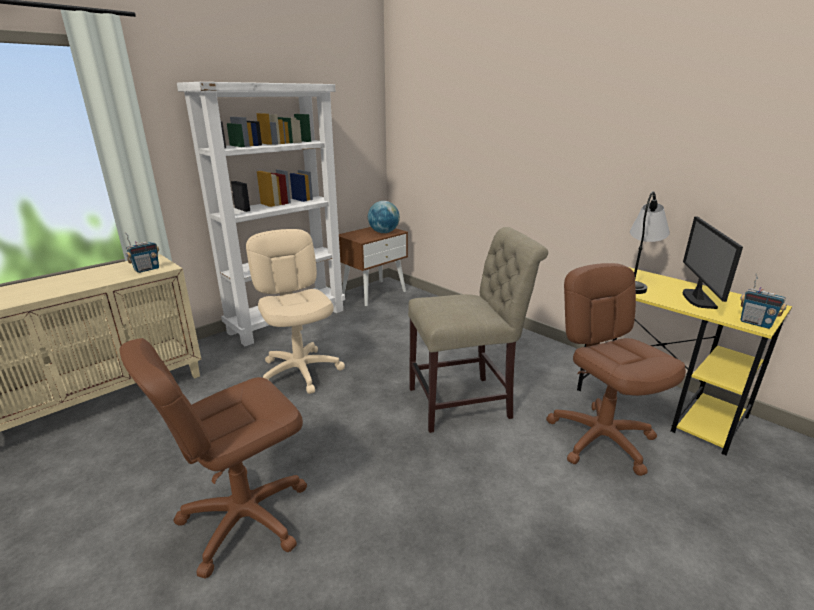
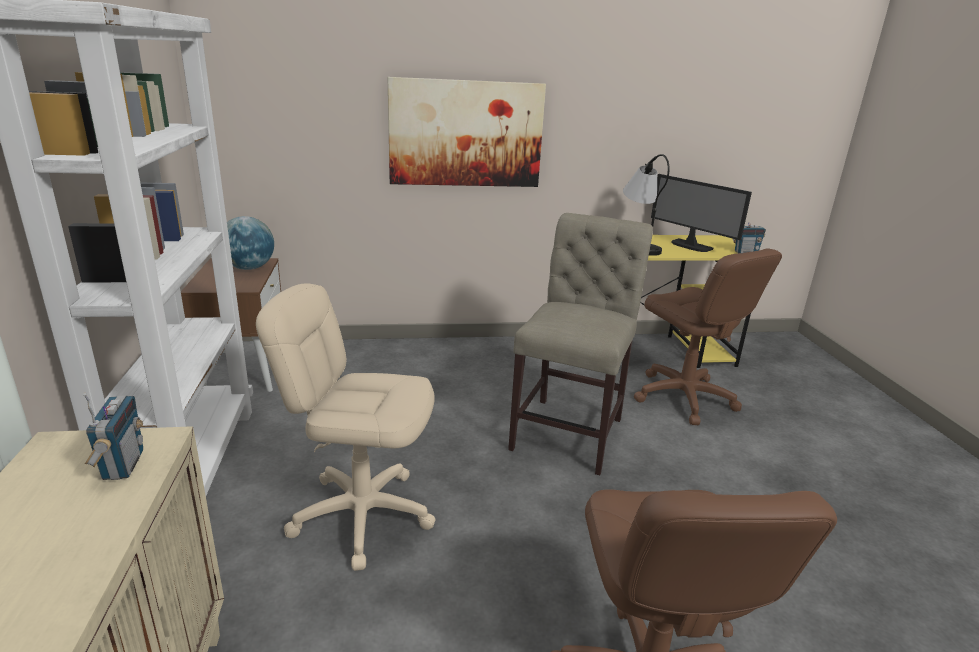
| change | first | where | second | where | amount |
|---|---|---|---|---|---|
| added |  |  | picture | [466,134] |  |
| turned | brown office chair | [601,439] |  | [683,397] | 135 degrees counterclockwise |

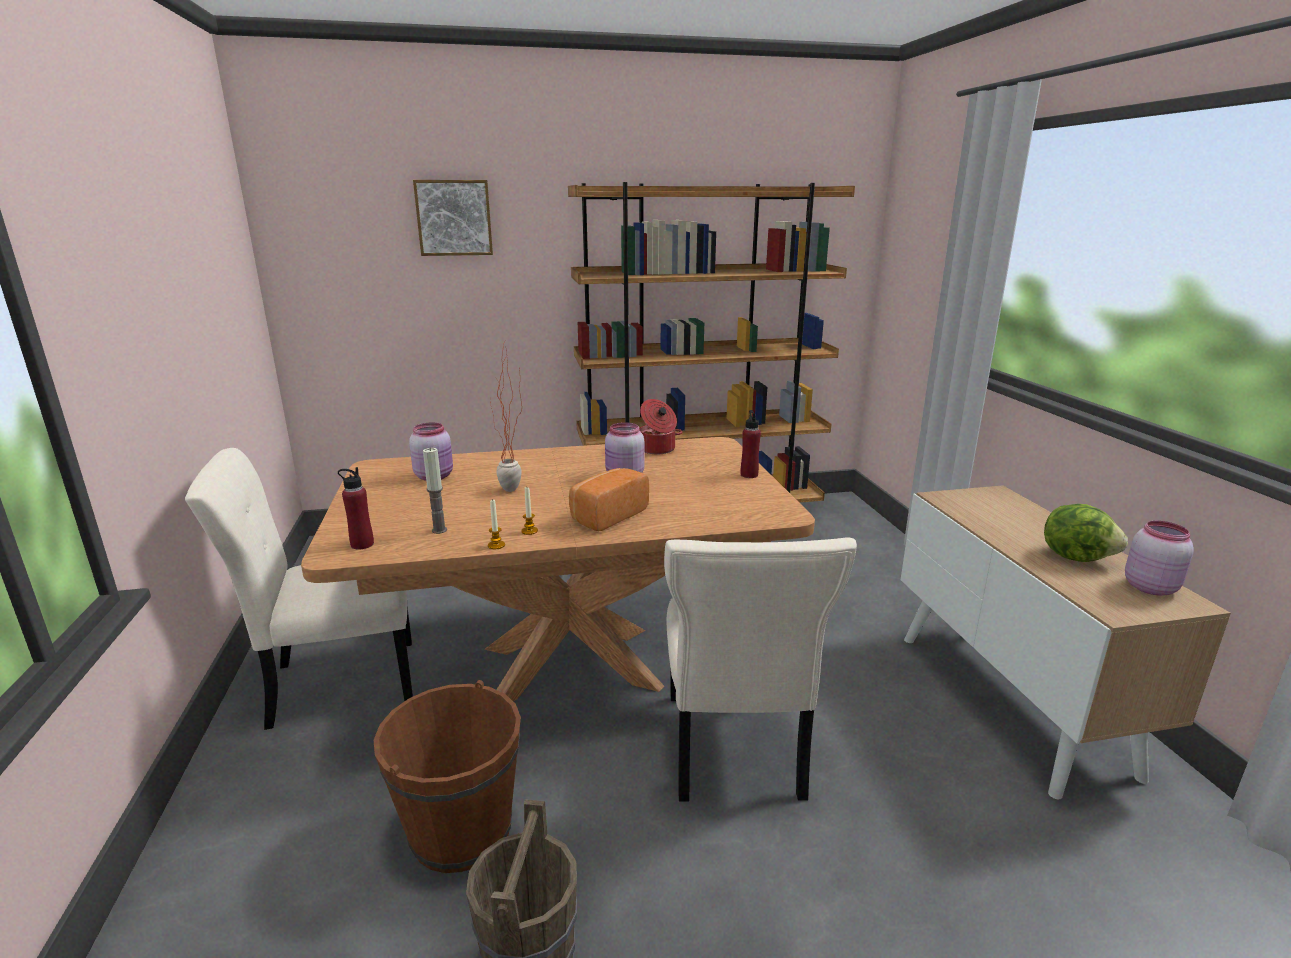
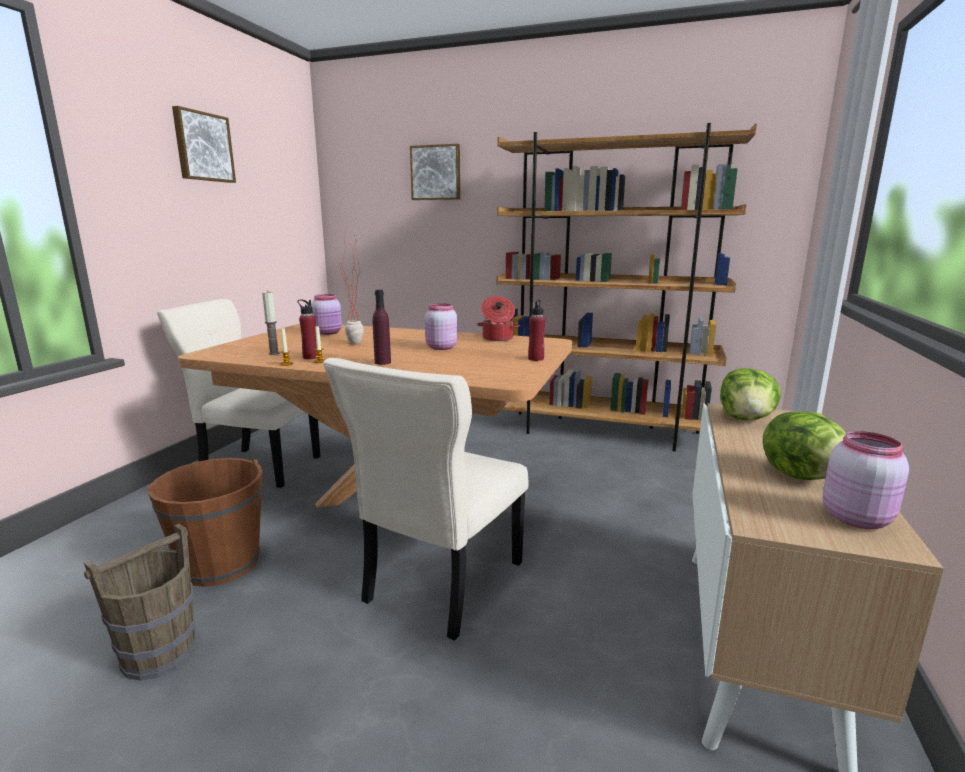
| change | first | where | second | where | amount |
|---|---|---|---|---|---|
| added |  |  | picture | [203,147] |  |
| added |  |  | lettuce | [746,419] |  |
| moved | red bottle | [362,544] |  | [311,357] |  |
| replaced | bread | [606,515] | purple bottle | [382,362] |  |

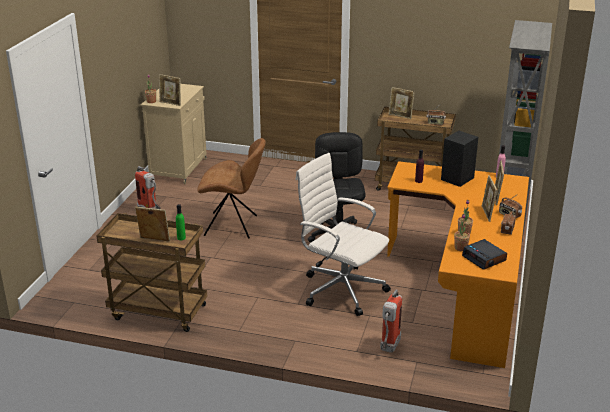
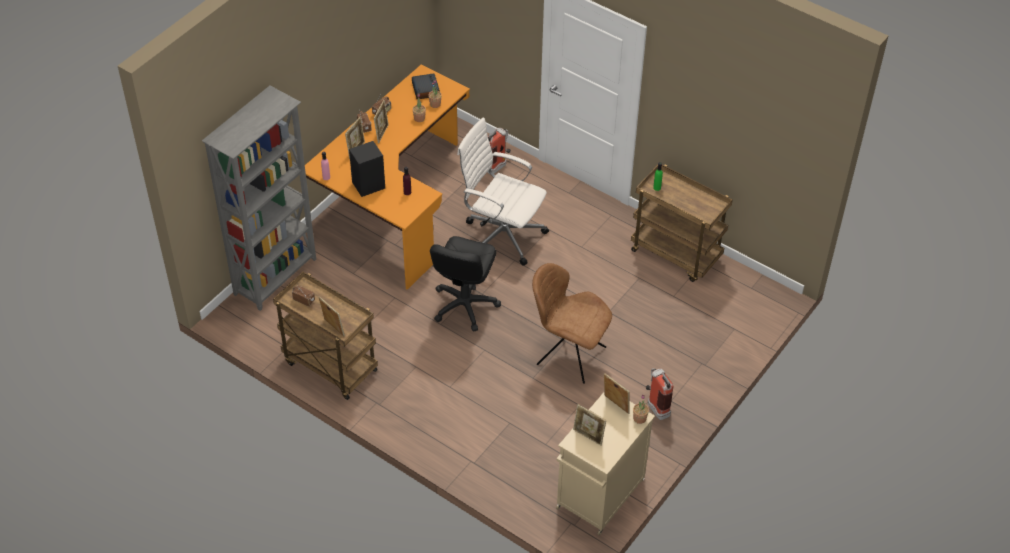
| change | first | where | second | where | amount |
|---|---|---|---|---|---|
| moved | picture frame | [154,240] |  | [588,436] |  |
| turned | white office chair | [341,289] |  | [502,235] | 150 degrees clockwise |

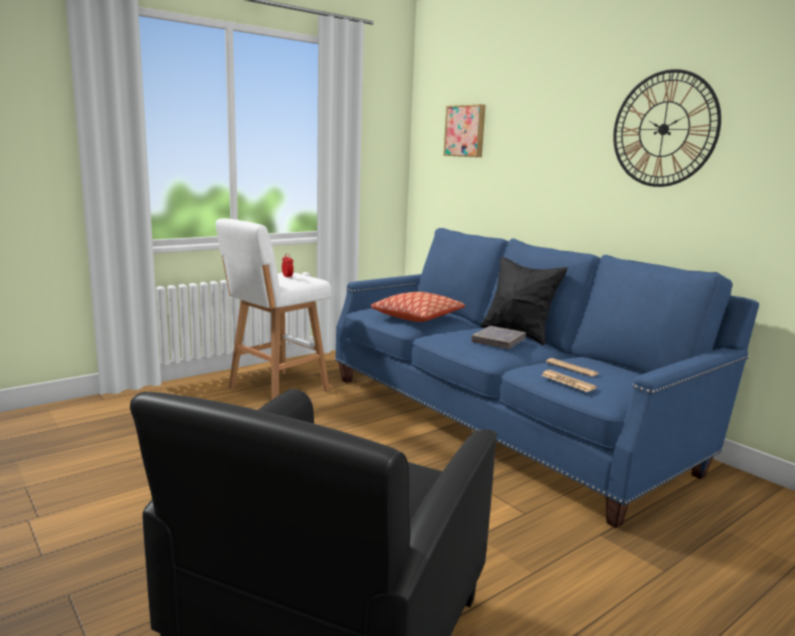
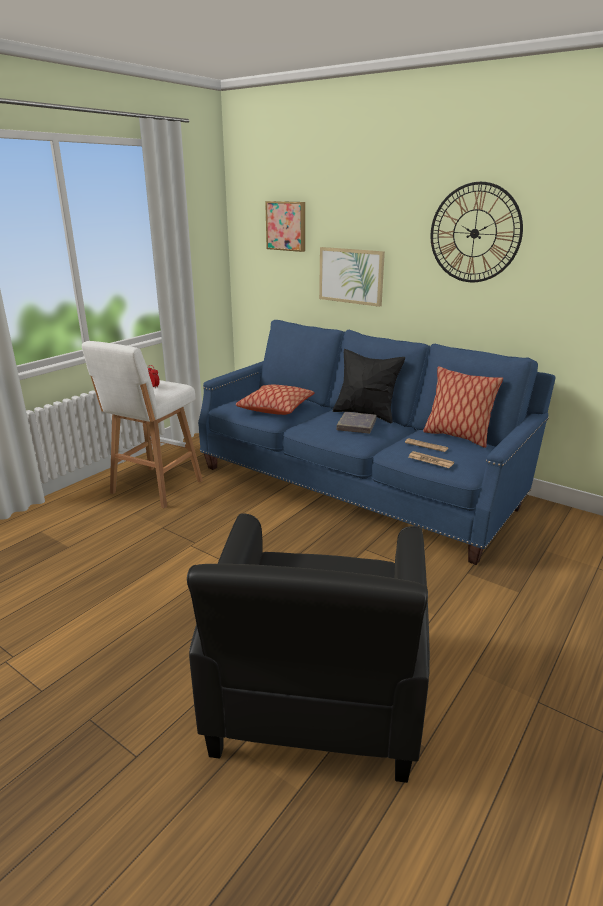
| change | first | where | second | where | amount |
|---|---|---|---|---|---|
| added |  |  | picture | [351,276] |  |
| added |  |  | pillow | [457,436] |  |

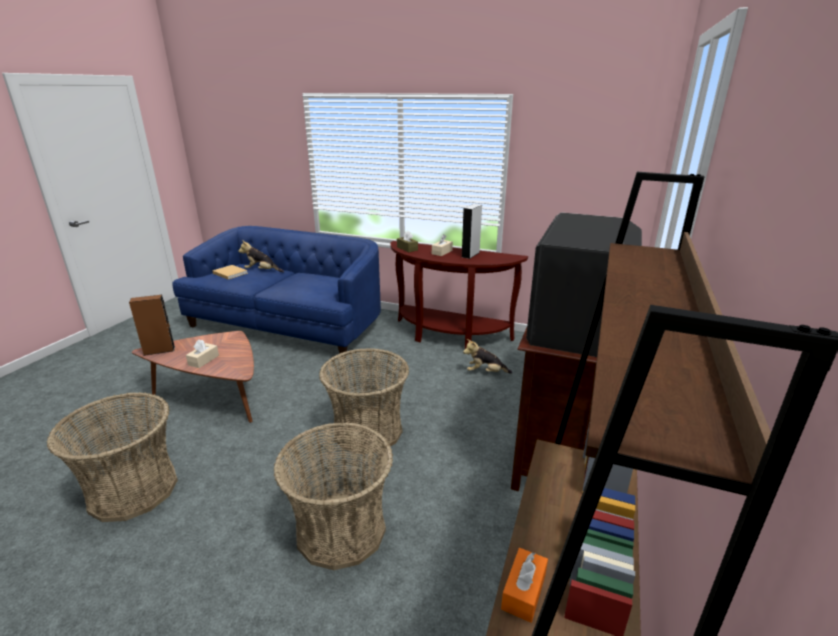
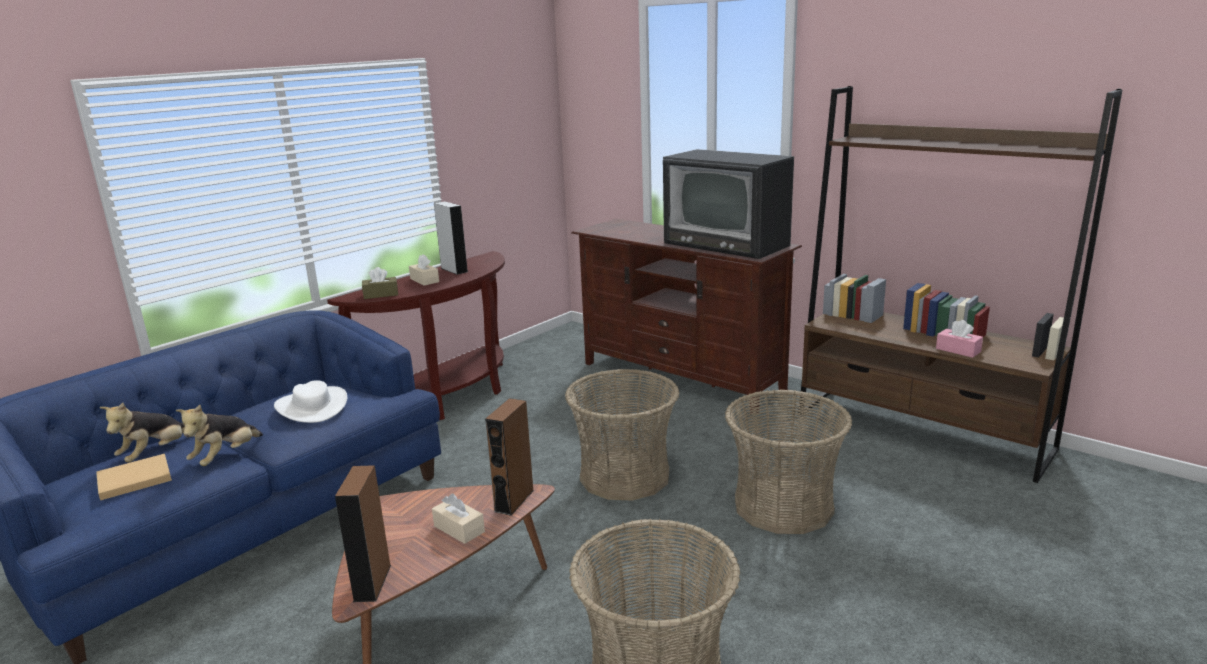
| change | first | where | second | where | amount |
|---|---|---|---|---|---|
| added |  |  | white hat | [312,406] |  |
| added |  |  | brown speaker | [514,500] |  |
| moved | plush toy | [485,372] |  | [226,457] |  |
| recoloured | orange tissue box | [523,591] | pink tissue box | [958,350] |  |

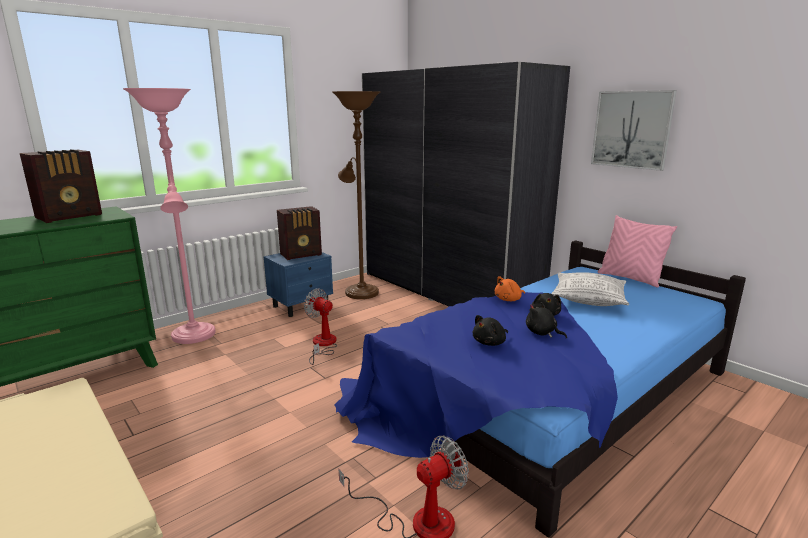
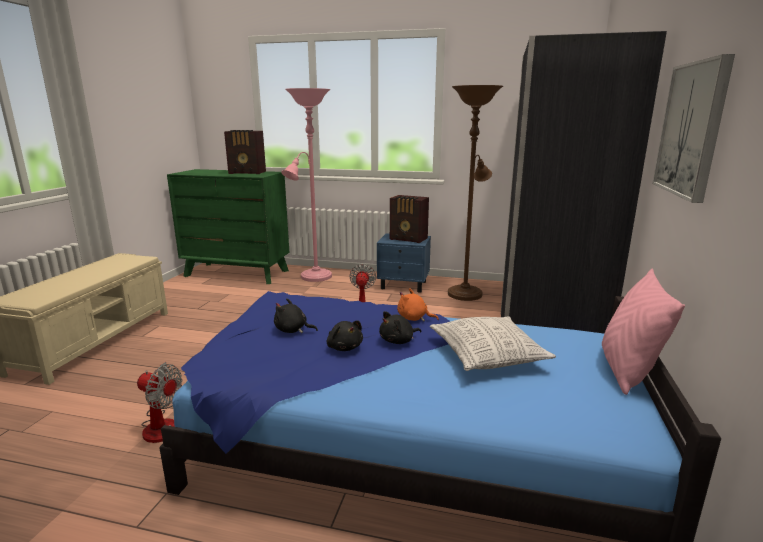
| change | first | where | second | where | amount |
|---|---|---|---|---|---|
| turned | black plush toy | [542,333] |  | [344,347] | 135 degrees clockwise |

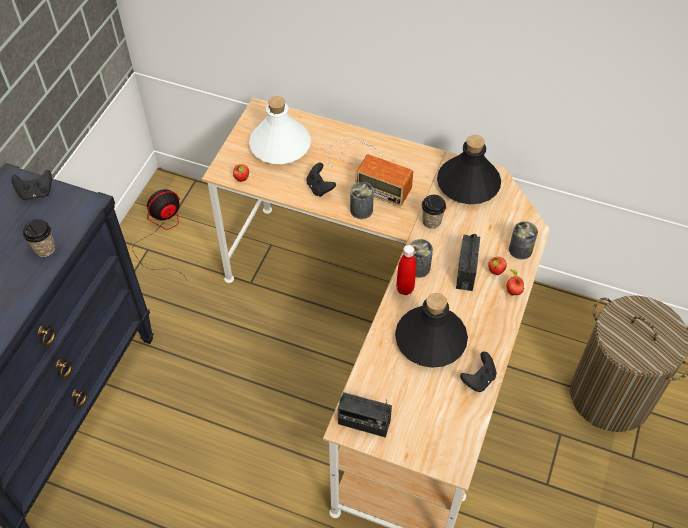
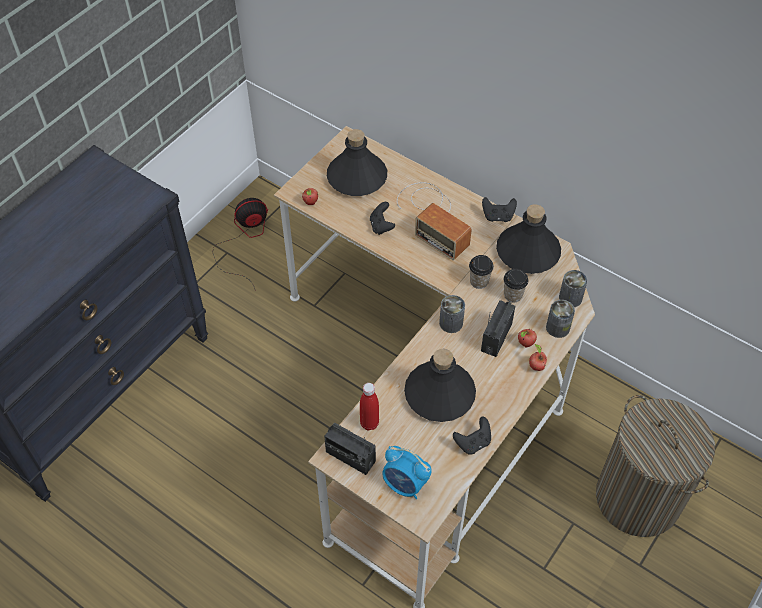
| change | first | where | second | where | amount |
|---|---|---|---|---|---|
| added |  |  | alarm clock | [405,484] |  |
| moved | black game controller | [36,193] |  | [498,216] |  |
| moved | cup | [44,249] |  | [513,295] |  |
| moved | can | [361,210] |  | [570,298] |  |
| moved | red bottle | [405,289] |  | [369,423] |  |
| recoloured | white bottle | [280,145] | black bottle | [357,177] |  |

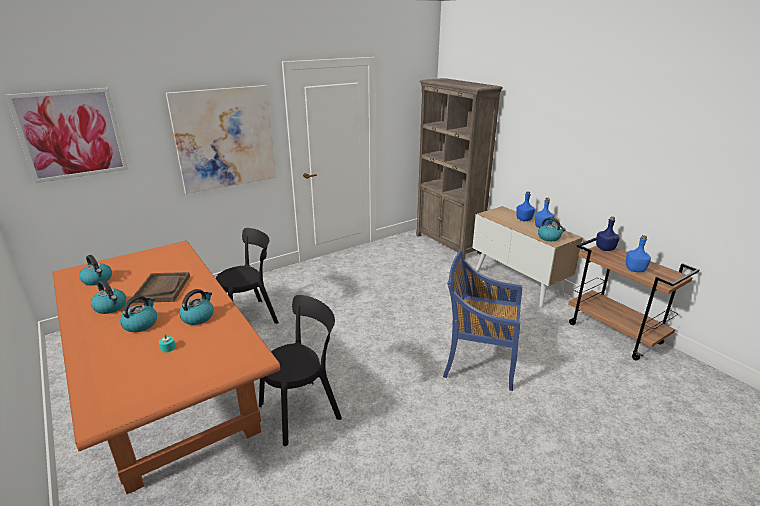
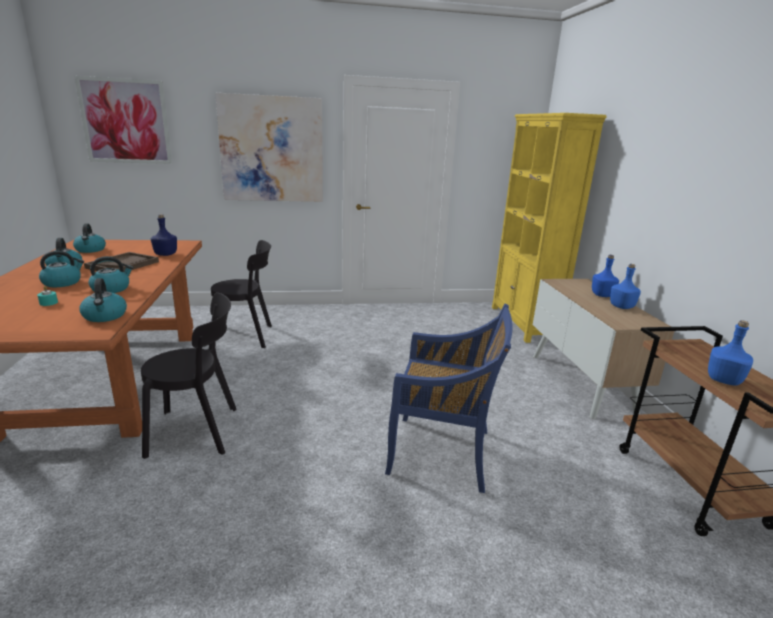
| change | first | where | second | where | amount |
|---|---|---|---|---|---|
| moved | kettle | [549,237] |  | [105,316] |  |
| moved | blue bottle | [605,249] |  | [165,254] |  |
| recoloured | brown bookcase | [448,244] | yellow bookcase | [523,323] |  |
| turned | blue chair | [478,361] |  | [442,452] | 150 degrees clockwise |

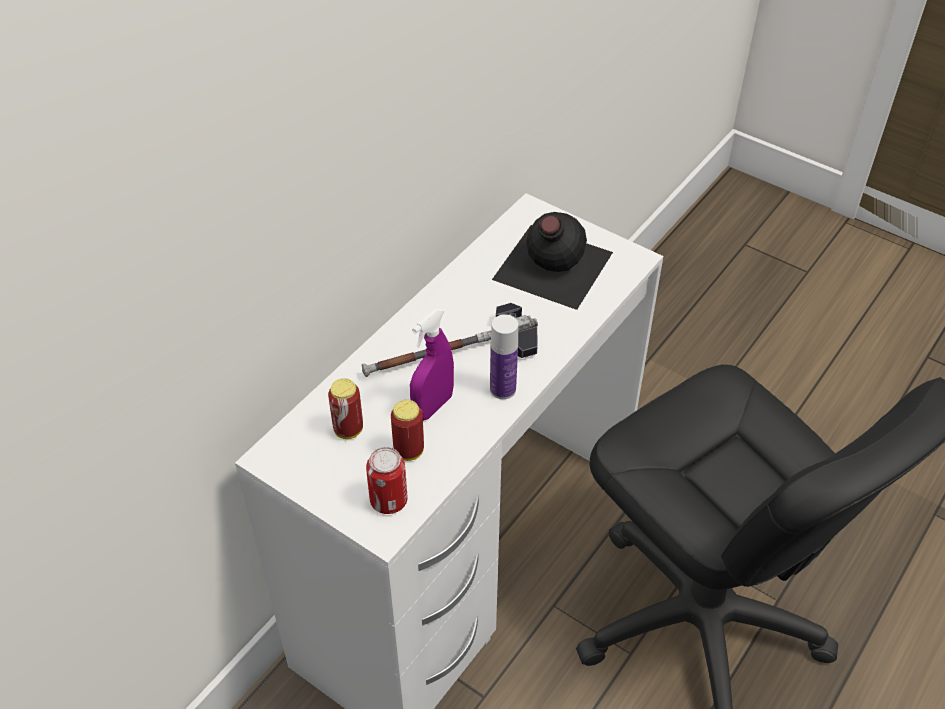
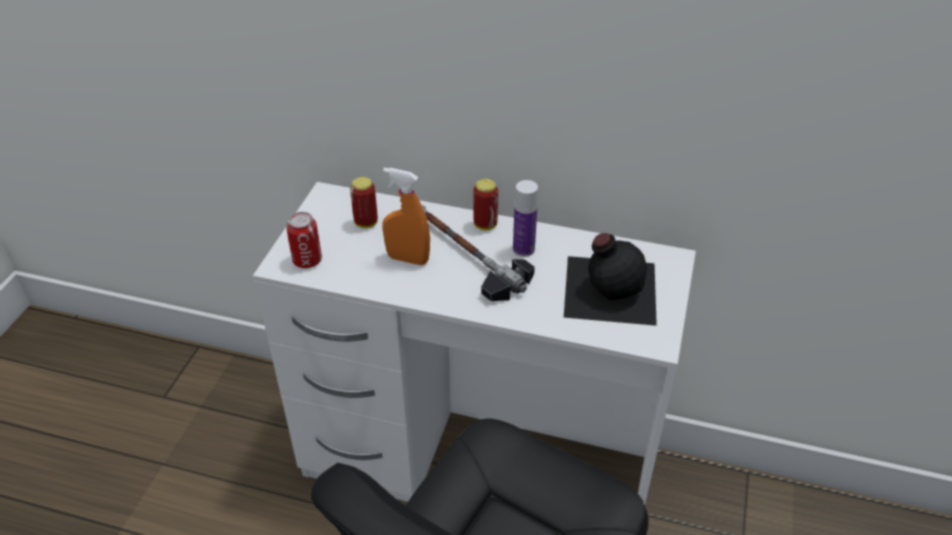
| change | first | where | second | where | amount |
|---|---|---|---|---|---|
| moved | can | [409,451] |  | [485,225] |  |
| moved | bottle | [502,389] |  | [523,249] |  |
| recoloured | purple spray bottle | [433,406] | orange spray bottle | [408,259] |  |

